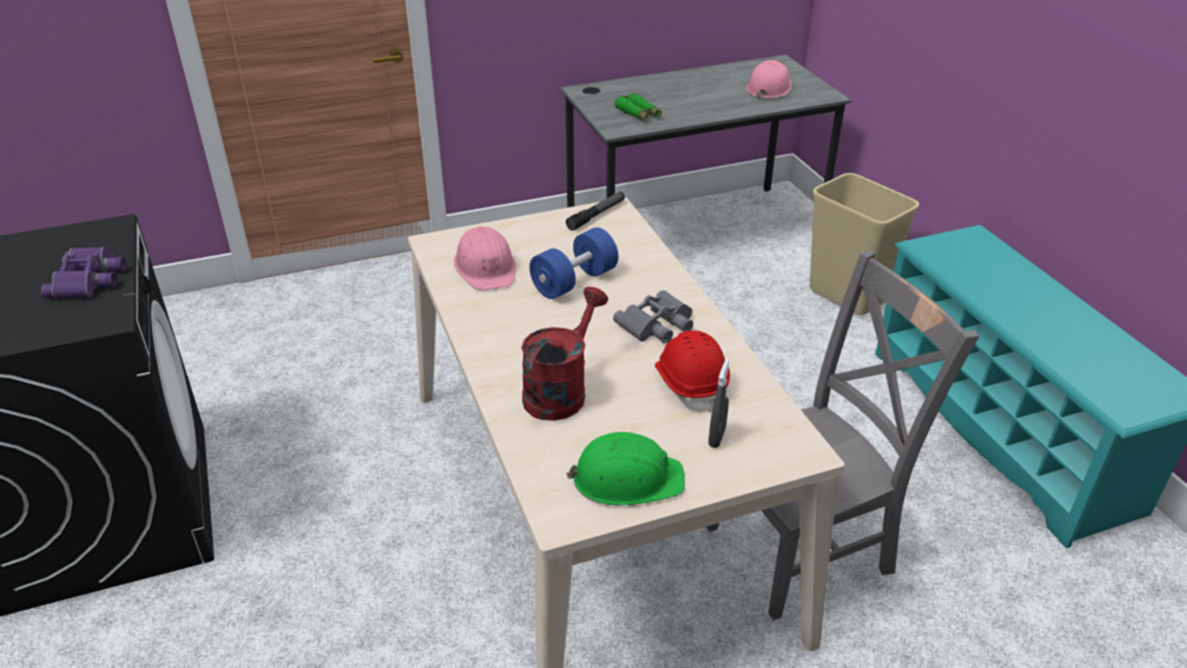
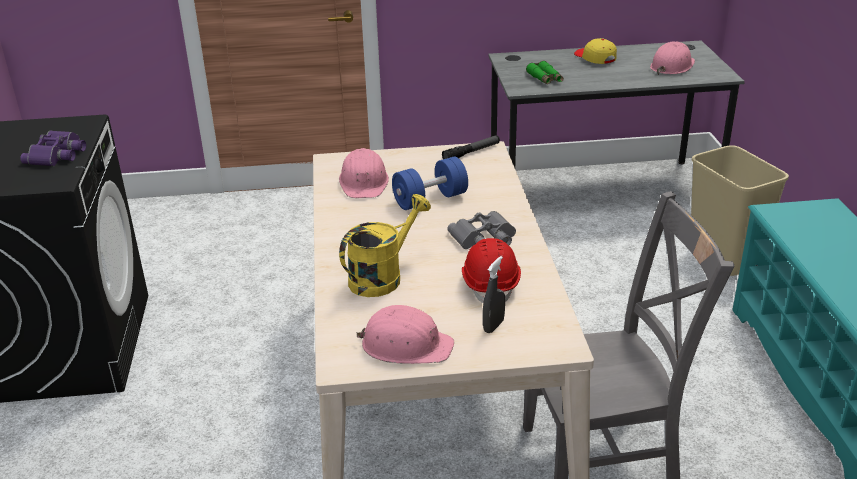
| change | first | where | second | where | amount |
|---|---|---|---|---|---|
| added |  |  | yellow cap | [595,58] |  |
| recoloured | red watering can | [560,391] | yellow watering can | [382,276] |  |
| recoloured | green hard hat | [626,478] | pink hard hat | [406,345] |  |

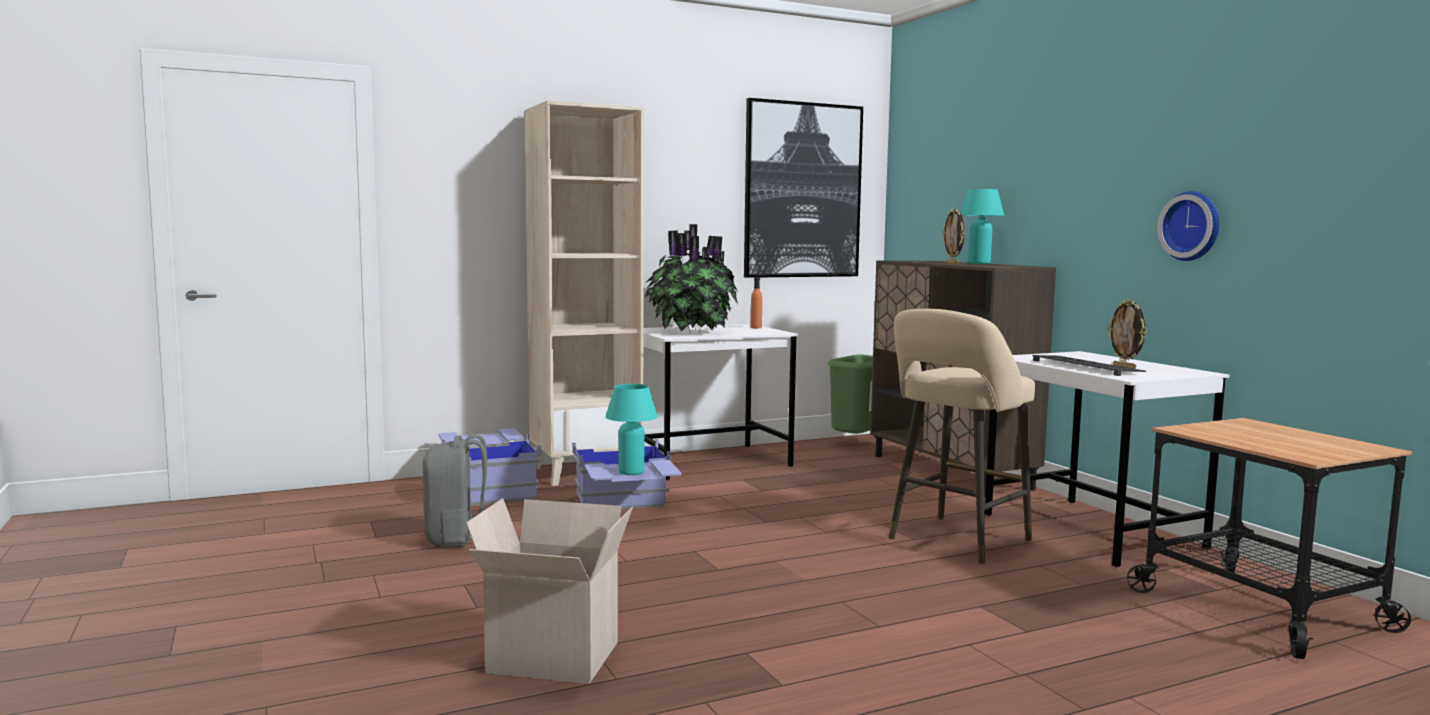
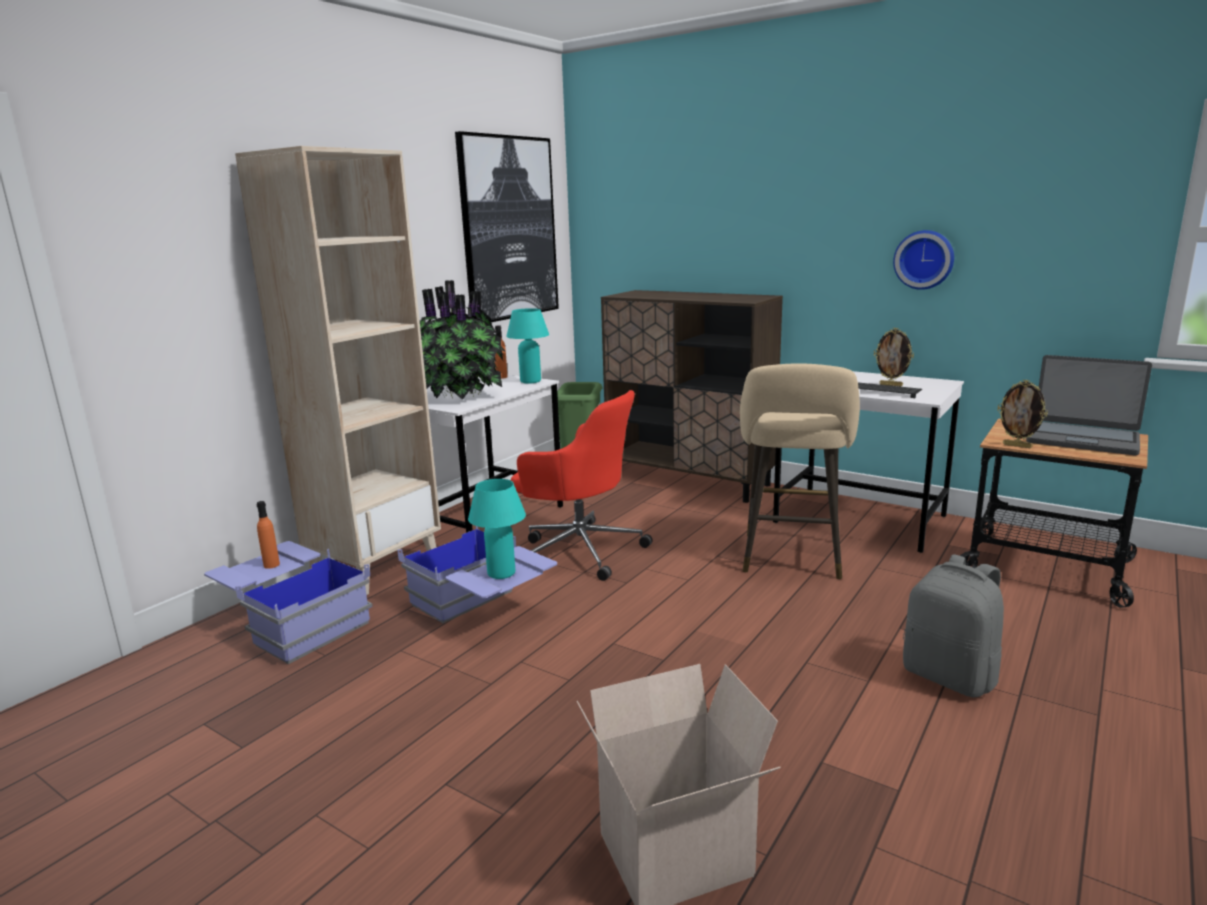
| change | first | where | second | where | amount |
|---|---|---|---|---|---|
| added |  |  | orange bottle | [271,565] |  |
| added |  |  | red office chair | [579,550] |  |
| added |  |  | laptop | [1082,439] |  |
| moved | grey backpack | [457,538] |  | [950,677] |  |
| moved | picture frame | [952,263] |  | [1017,446] |  |
| moved | turquoise table lamp | [979,263] |  | [530,381] |  |

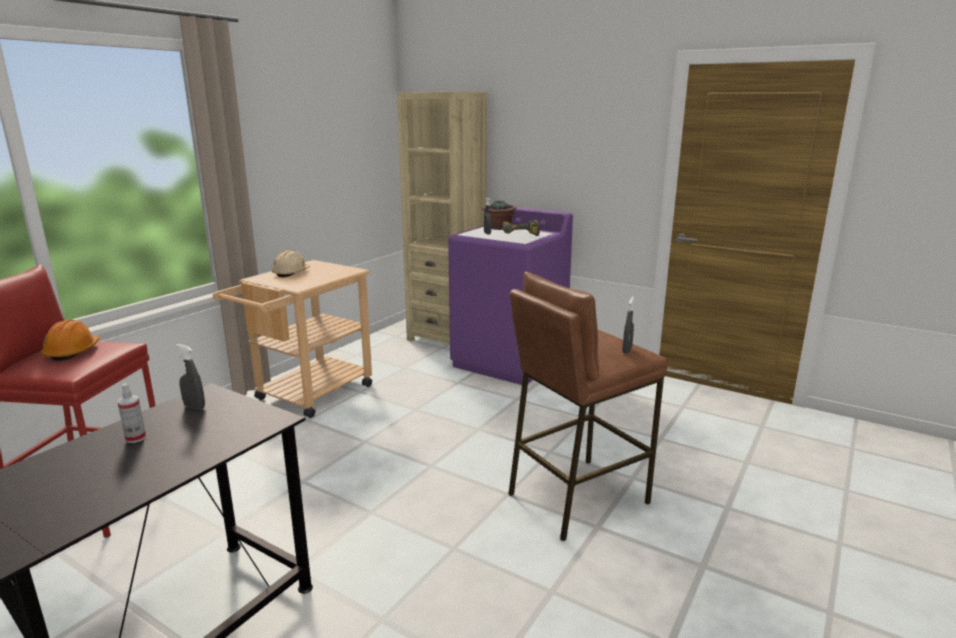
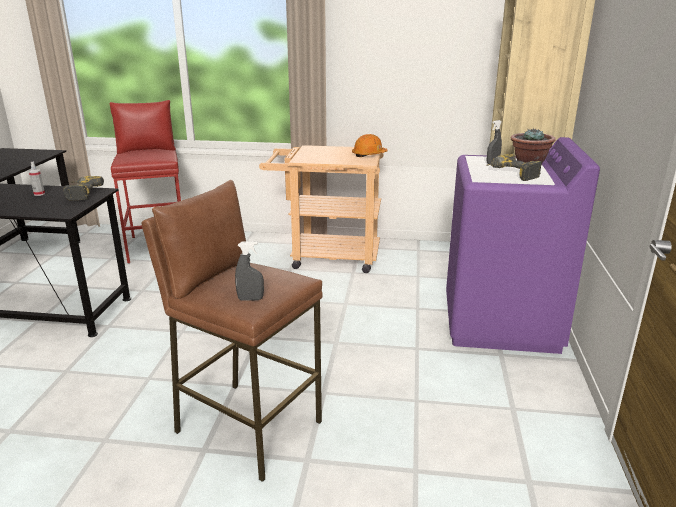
| change | first | where | second | where | amount |
|---|---|---|---|---|---|
| removed | beige hard hat | [291,273] |  |  |  |
| moved | orange hard hat | [72,352] |  | [369,155] |  |
| replaced | grey spray bottle | [194,407] | power drill | [81,193] |  |

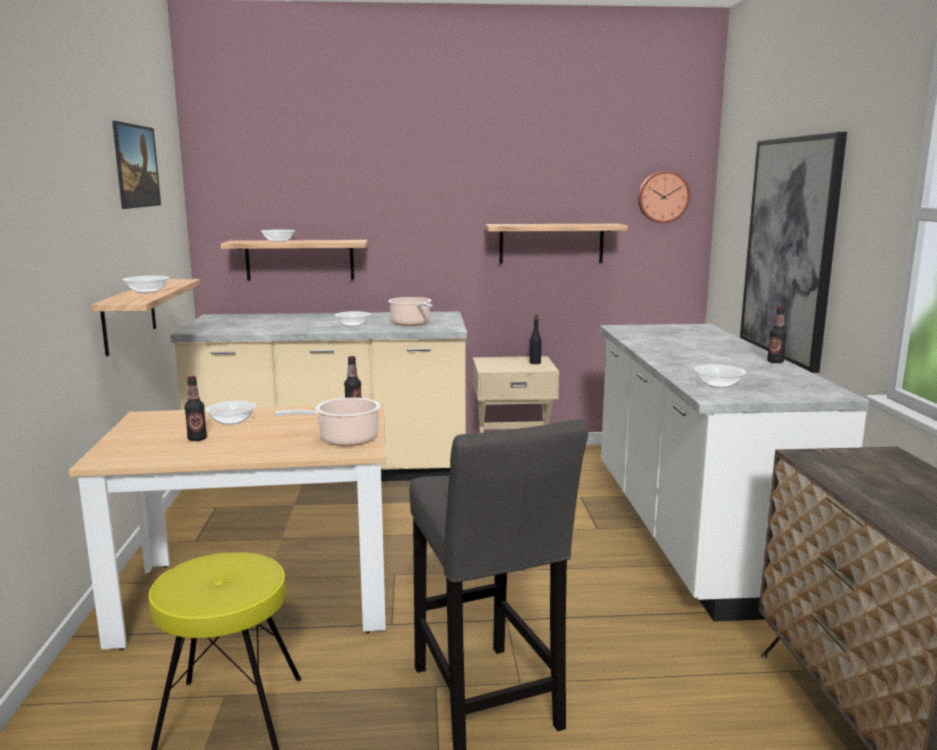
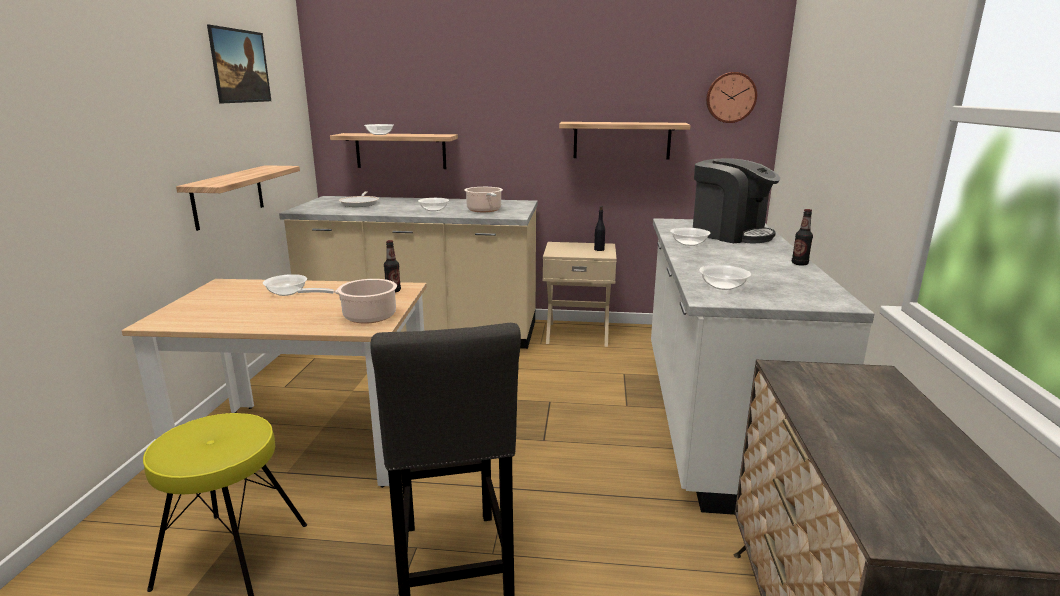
| change | first | where | second | where | amount |
|---|---|---|---|---|---|
| removed | bottle | [197,439] |  |  |  |
| removed | picture | [790,249] |  |  |  |
| added |  |  | frying pan | [360,203] |  |
| added |  |  | coffee machine | [729,234] |  |
| moved | bowl | [147,291] |  | [689,243] |  |

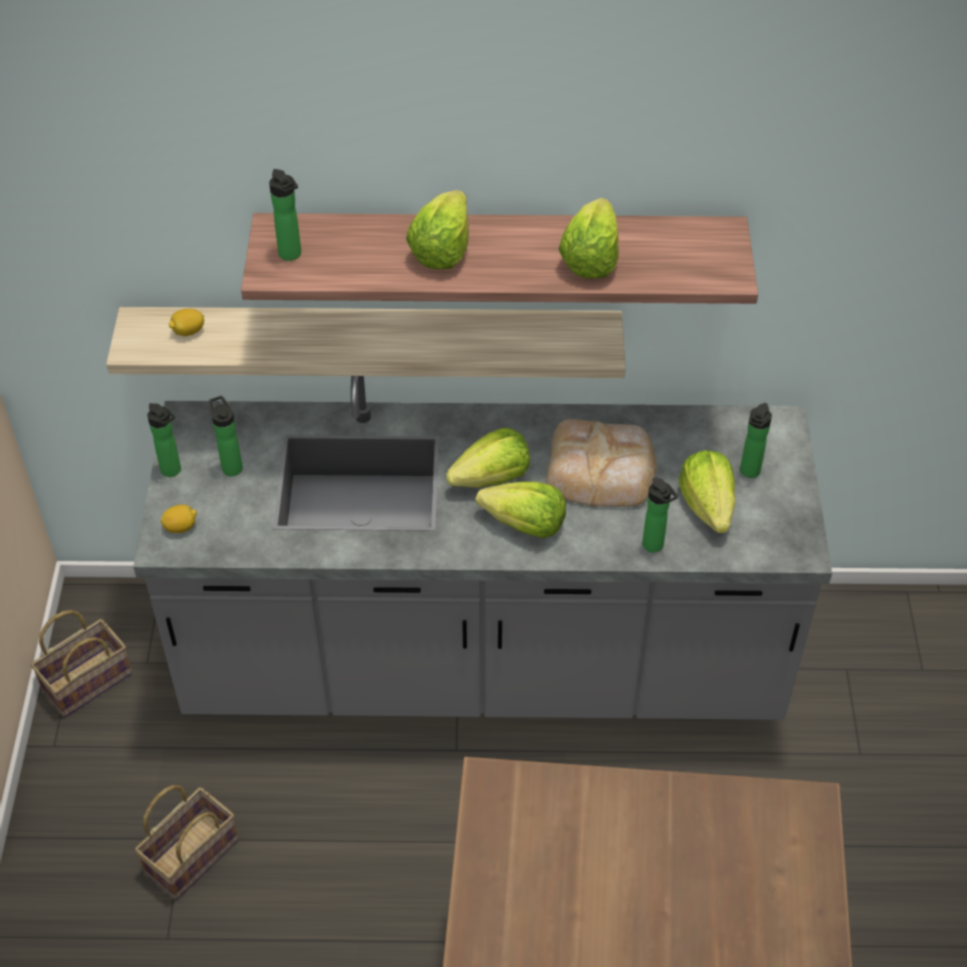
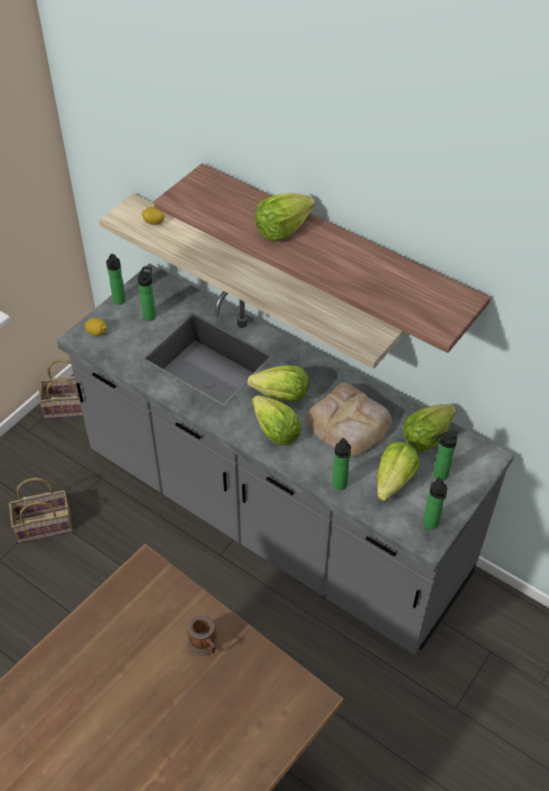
| change | first | where | second | where | amount |
|---|---|---|---|---|---|
| added |  |  | mug | [205,644] |  |
| moved | bottle | [292,255] |  | [430,525] |  |
| moved | lettuce | [590,259] |  | [426,436] |  |

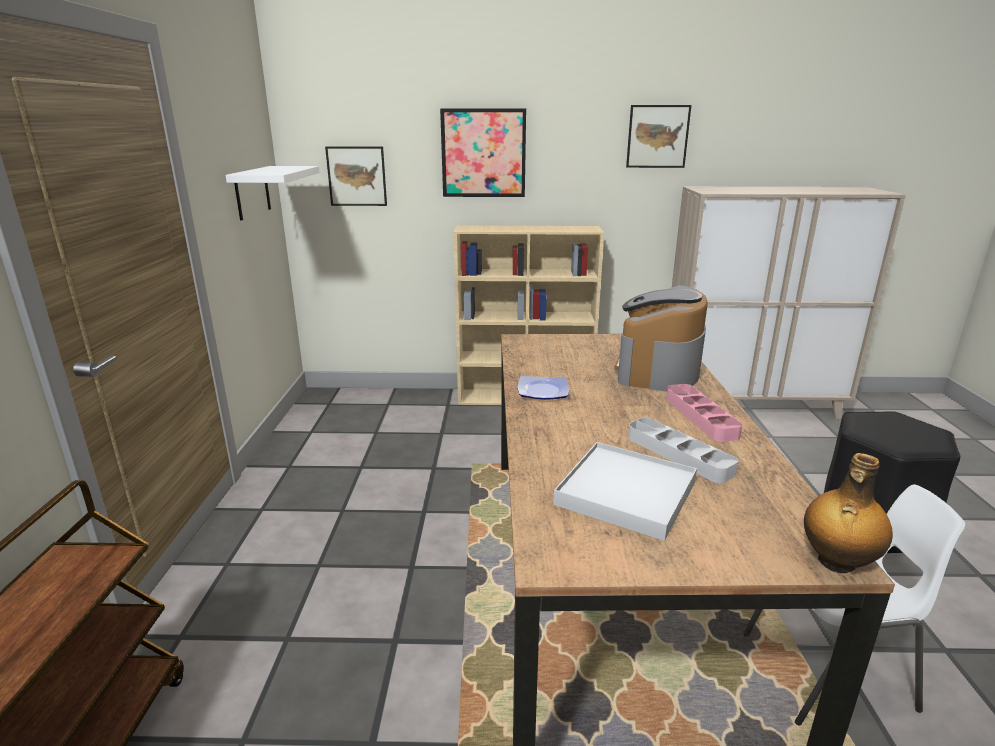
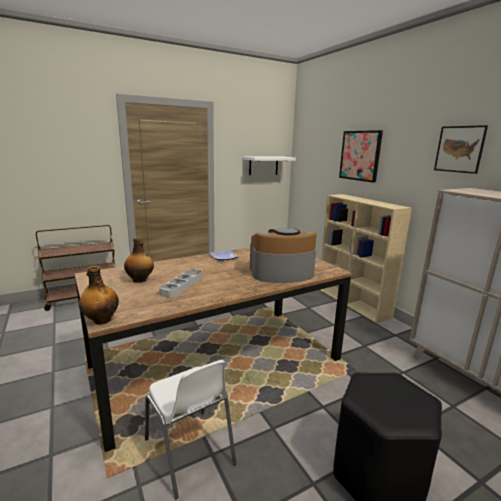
| change | first | where | second | where | amount |
|---|---|---|---|---|---|
| removed | picture | [357,176] |  |  |  |
| removed | pink tray | [700,416] |  |  |  |
| replaced | white tray | [626,493] | bottle | [140,280] |  |

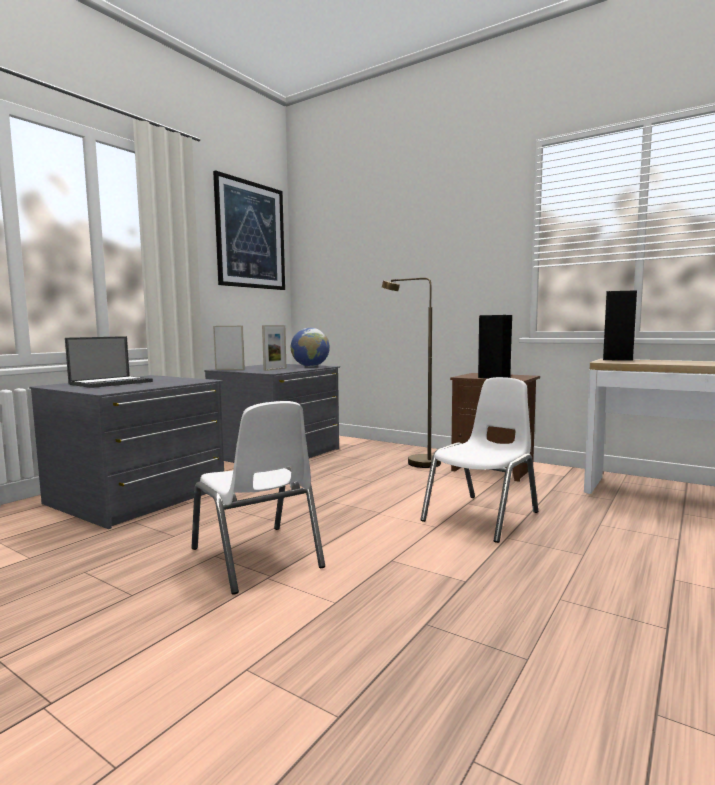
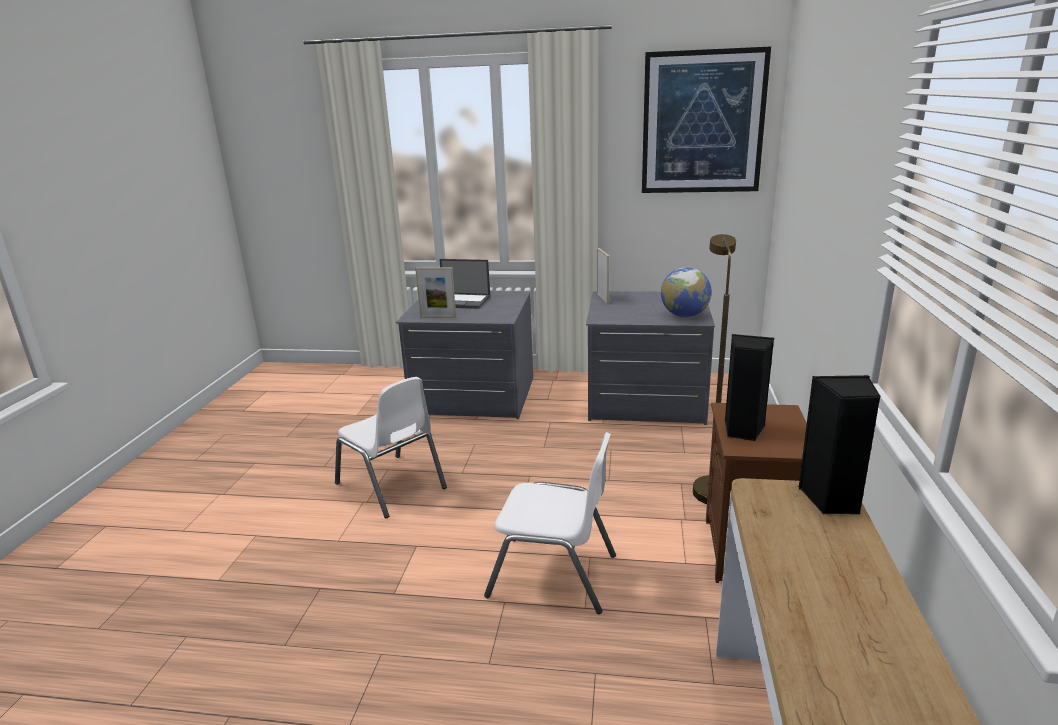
| change | first | where | second | where | amount |
|---|---|---|---|---|---|
| moved | picture frame | [275,369] |  | [438,317] |  |
| turned | white chair | [256,558] |  | [391,486] | 75 degrees counterclockwise |

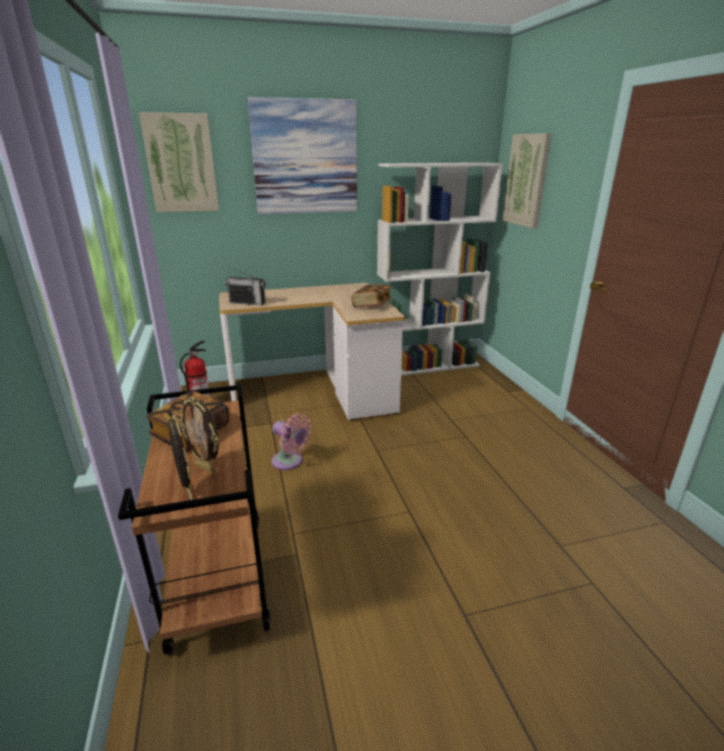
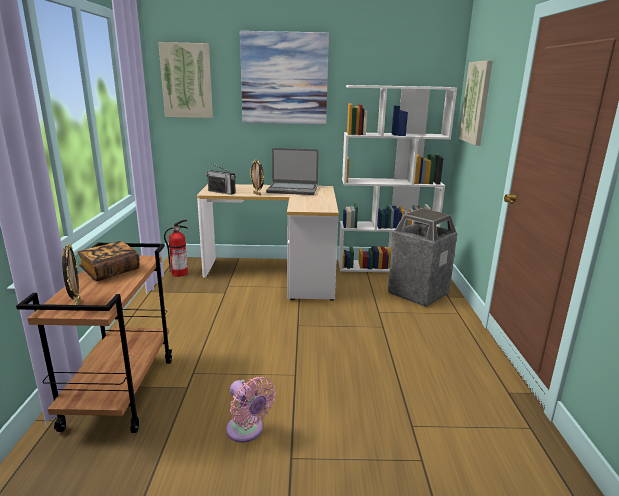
| change | first | where | second | where | amount |
|---|---|---|---|---|---|
| removed | book | [372,305] |  |  |  |
| added |  |  | laptop | [292,190] |  |
| added |  |  | trash can | [417,293] |  |
| moved | picture frame | [206,468] |  | [257,194] |  |
| moved | pink fan | [290,462] |  | [247,431] |  |

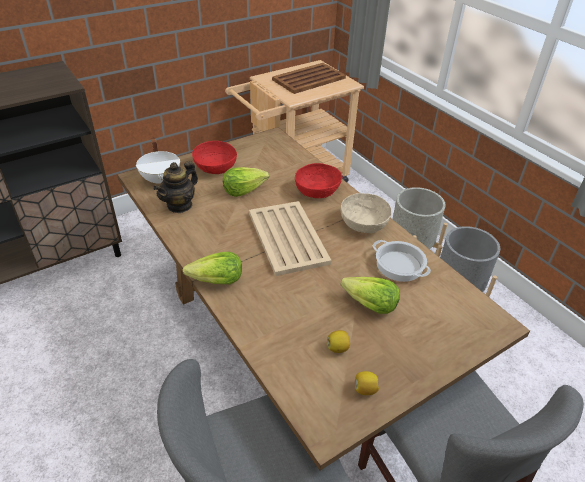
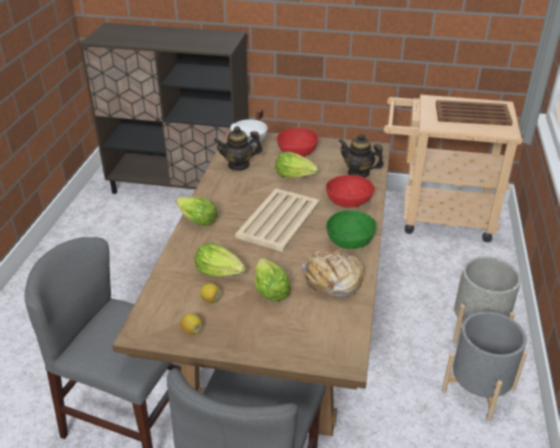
| change | first | where | second | where | amount |
|---|---|---|---|---|---|
| added |  |  | lettuce | [219,272] |  |
| added |  |  | teapot | [358,173] |  |
| replaced | cooking pot | [400,265] | bread | [333,281] |  |
| recoloured | beige bowl | [363,223] | green bowl | [350,240] |  |

